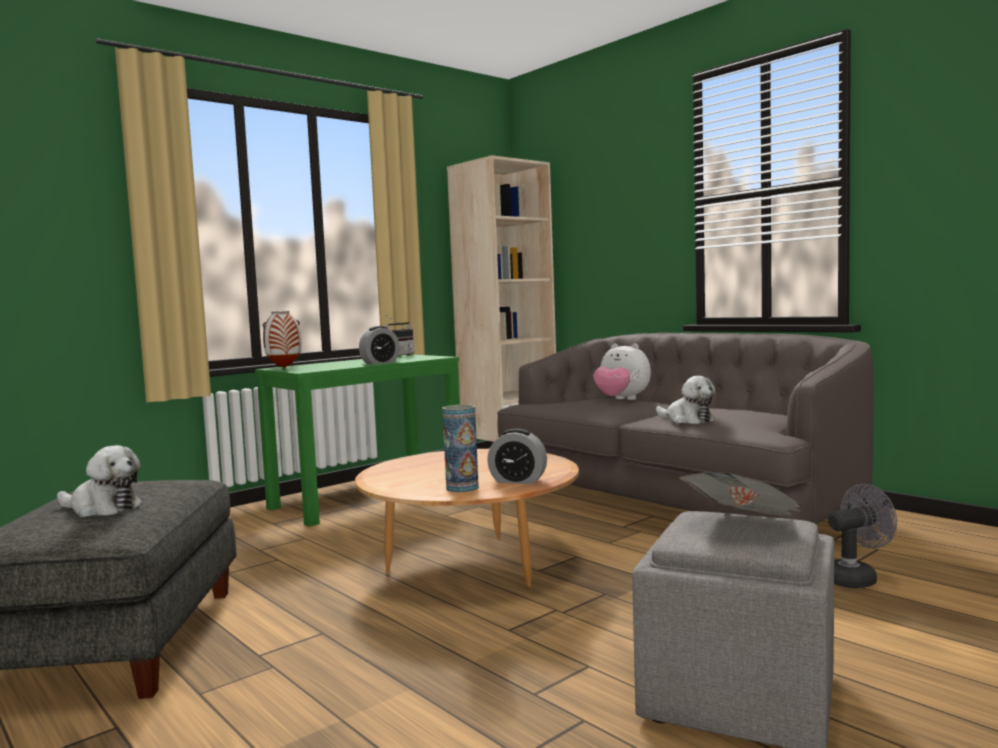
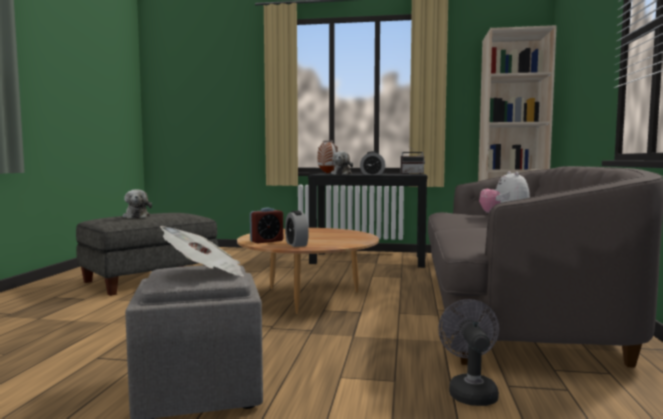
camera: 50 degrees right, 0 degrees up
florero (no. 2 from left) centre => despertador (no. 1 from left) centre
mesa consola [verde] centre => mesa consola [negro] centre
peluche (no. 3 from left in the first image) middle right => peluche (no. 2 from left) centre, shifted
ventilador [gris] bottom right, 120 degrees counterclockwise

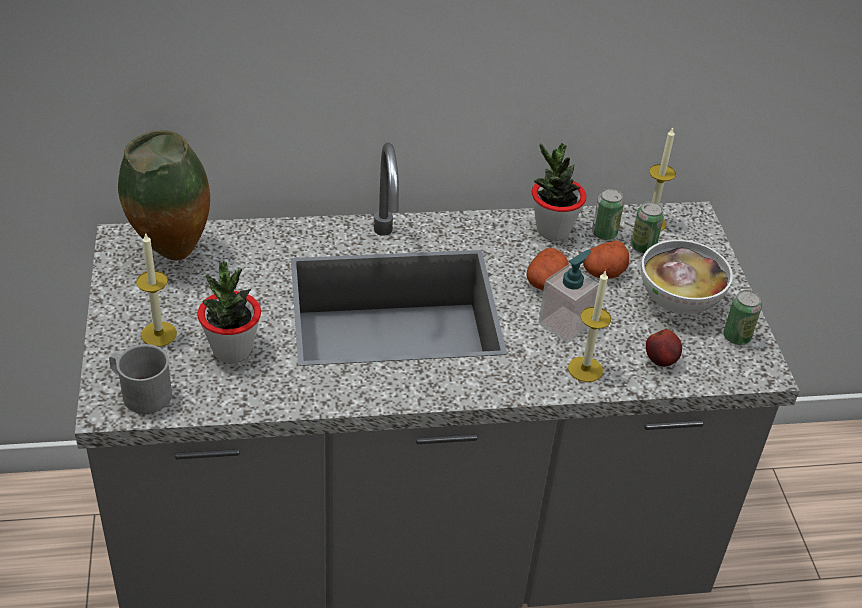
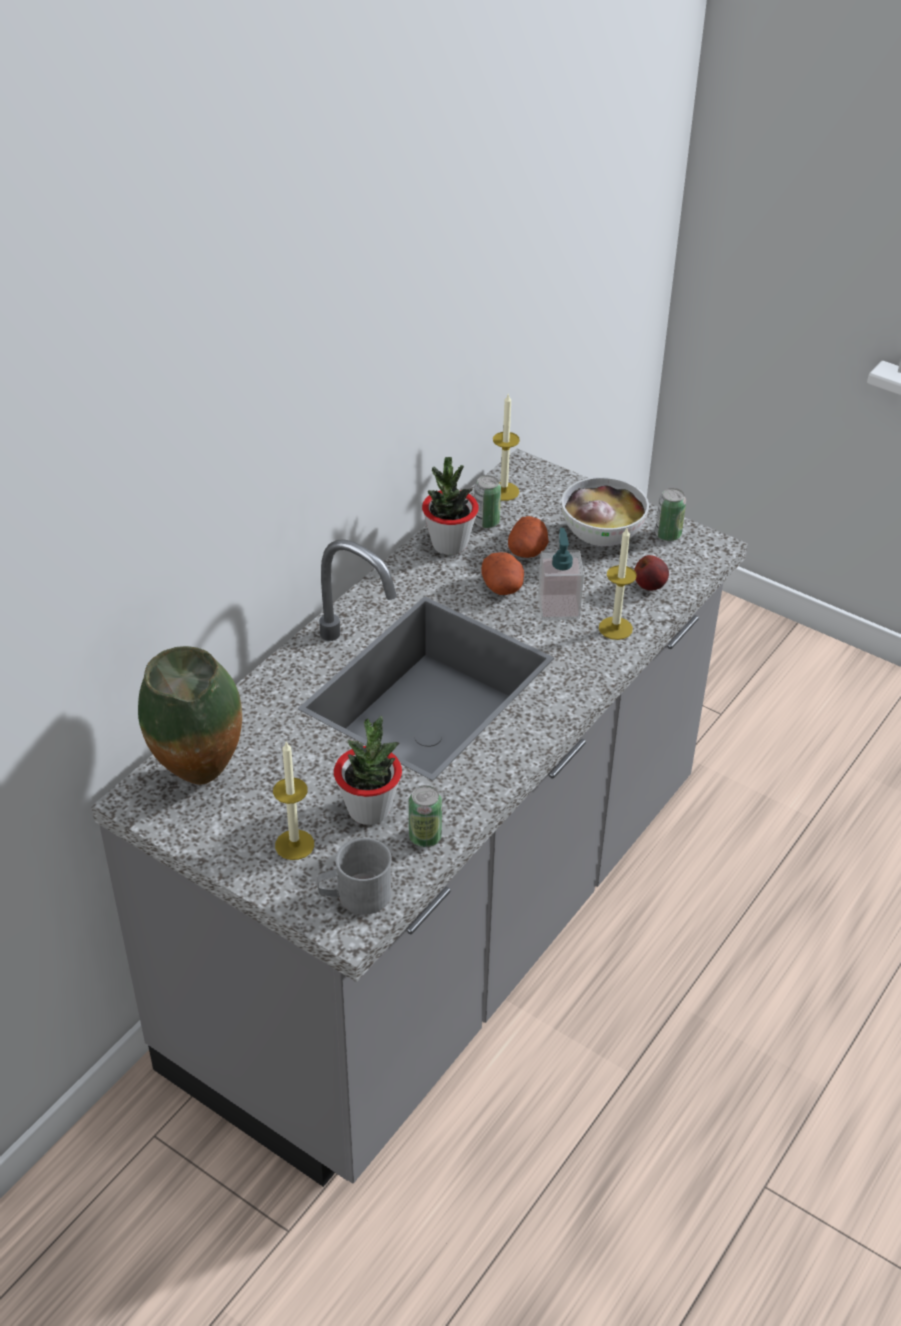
camera: 45 degrees left, 0 degrees up
lata (no. 2 from left in the first image) middle right => lata (no. 1 from left) centre, shifted

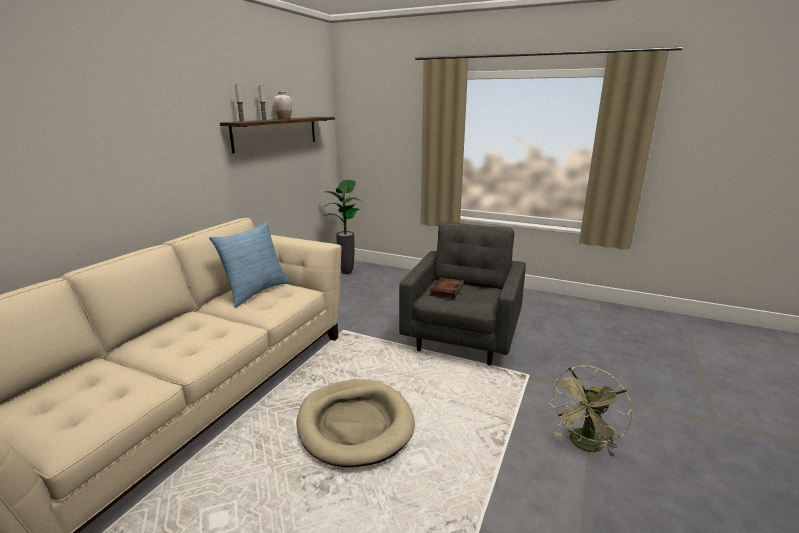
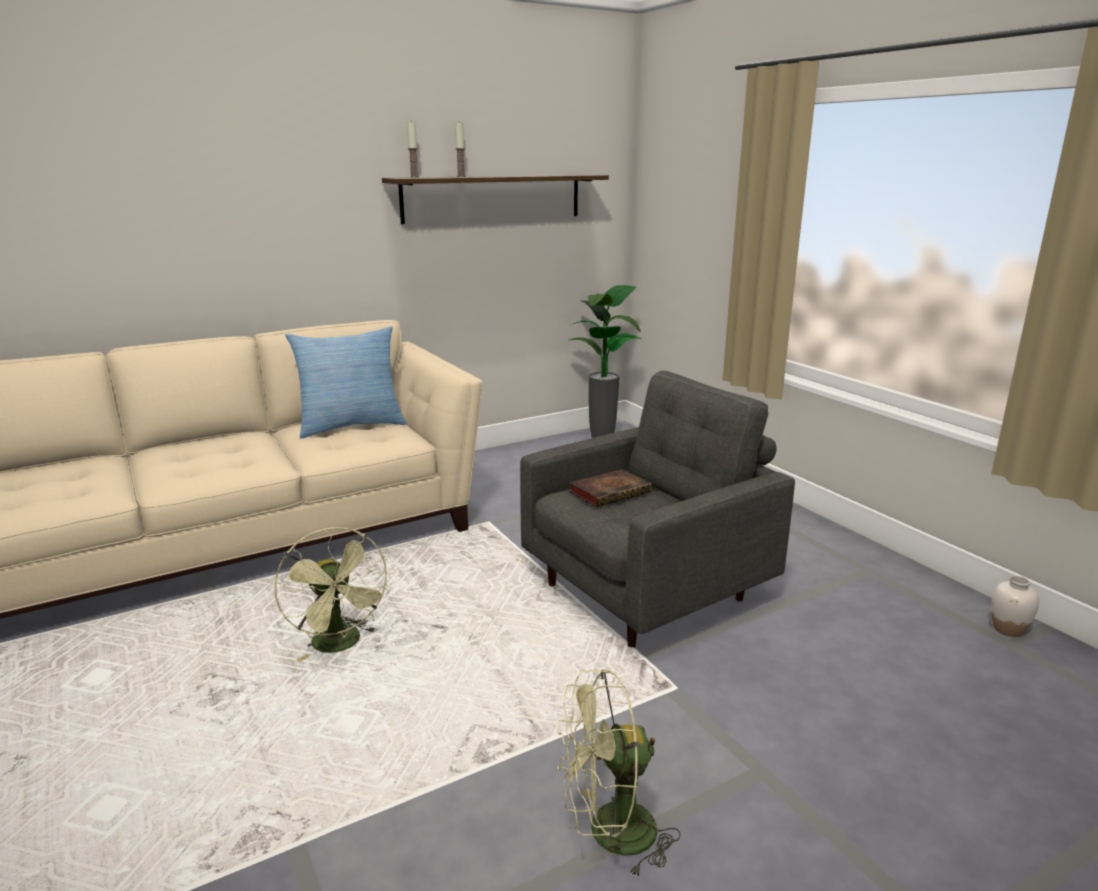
camera: 35 degrees right, 0 degrees up
cama para perro [beis] bottom centre => ventilador [verde] (no. 1 from left) bottom left
florero [blanco] top centre => florero [blanco] bottom right, shifted

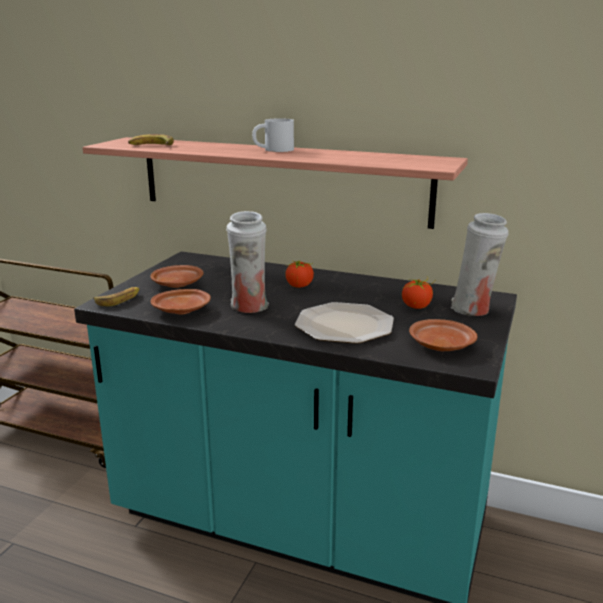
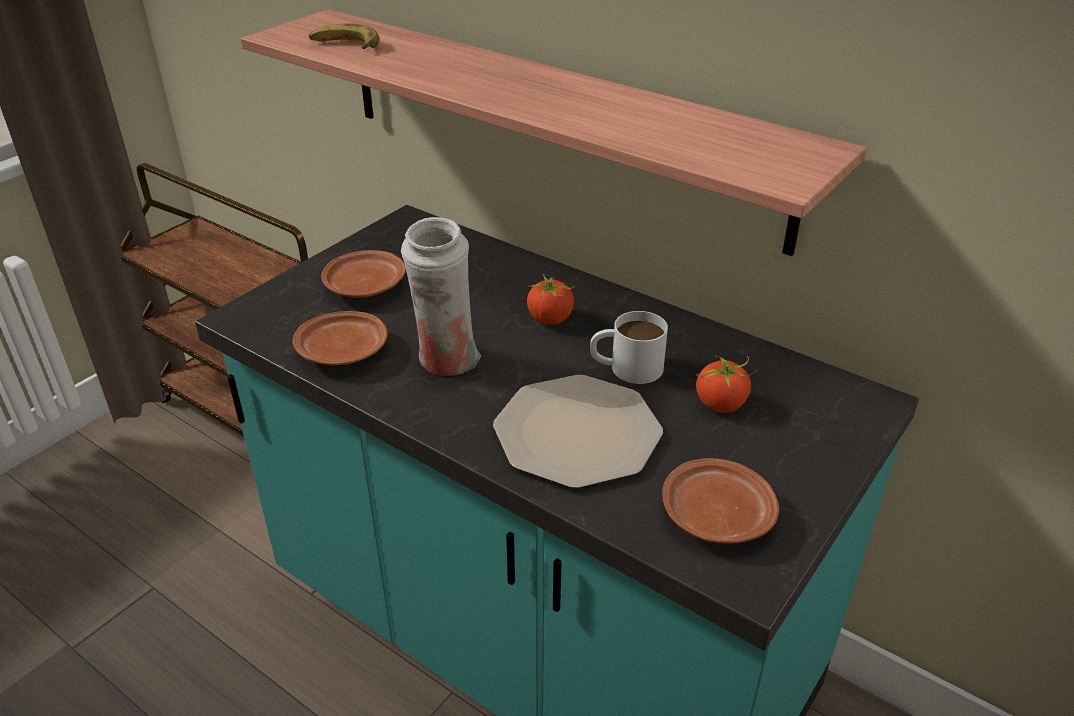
camera: 15 degrees right, 15 degrees up
taza grande [blanco] top centre => taza grande [blanco] centre, shifted
plátano (no. 1 from left) middle left => nothing
florero [blanco] (no. 2 from left) middle right => nothing

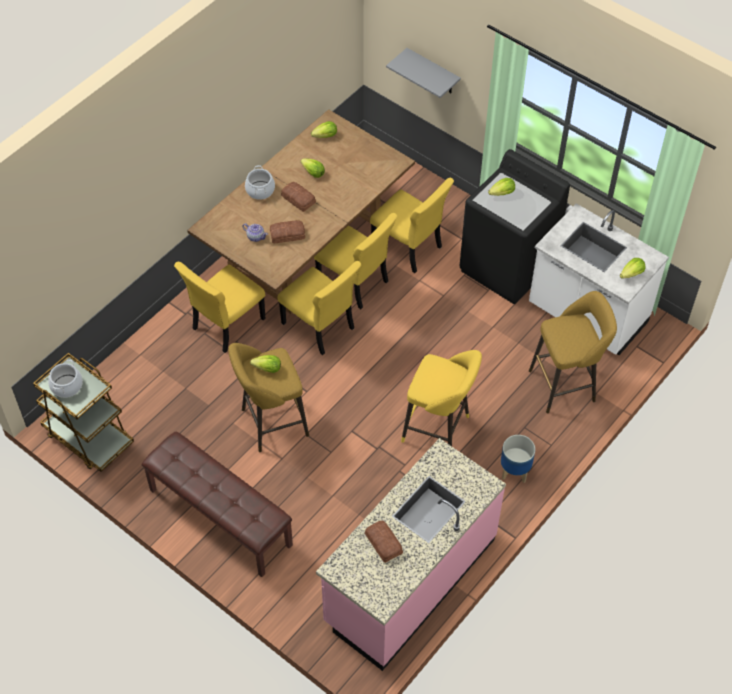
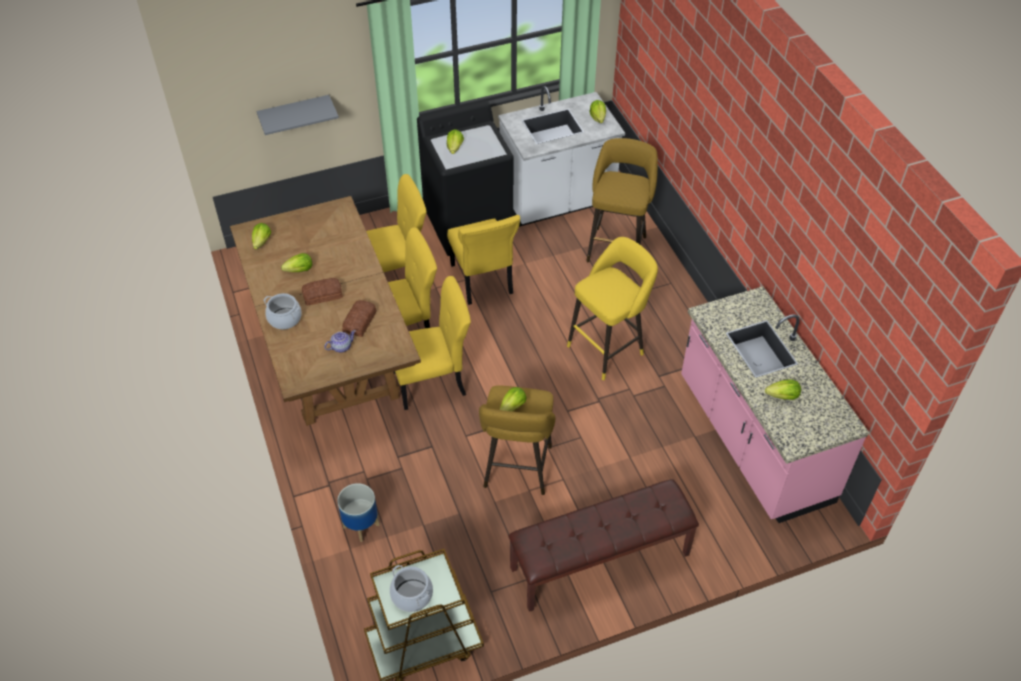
camera: 60 degrees left, 5 degrees down
maceta middle right => maceta bottom centre, shifted
silla [amarillo] (no. 1 from left in the first image) middle left => silla [amarillo] (no. 4 from left) centre, shifted
pan (no. 3 from left) bottom centre => lechuga (no. 6 from left) middle right

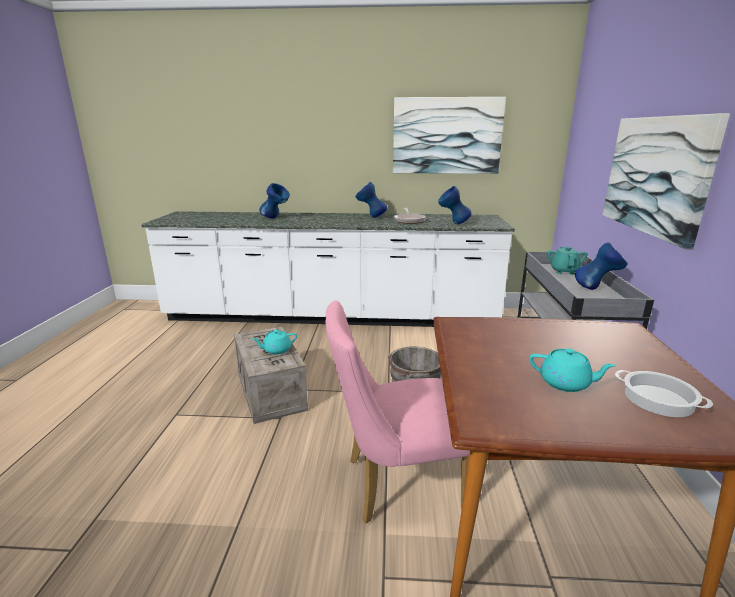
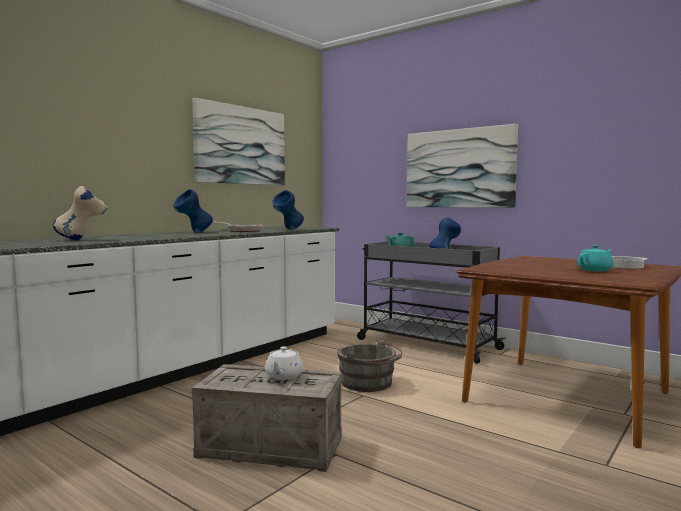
camera: 55 degrees left, 15 degrees down
florero [azul] (no. 1 from left) centre => florero [beis] middle left
tetera [turquesa] (no. 1 from left) centre => tetera [blanco] bottom centre
silla [rosa] bottom centre => nothing

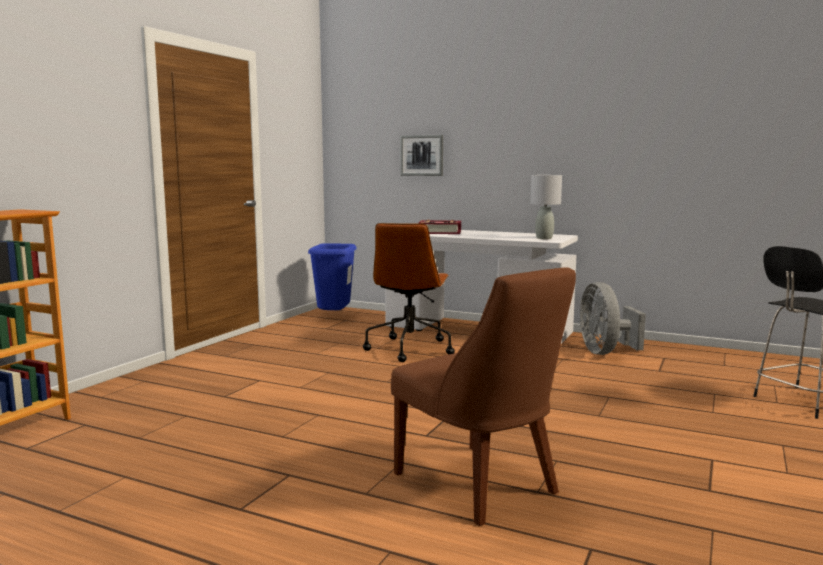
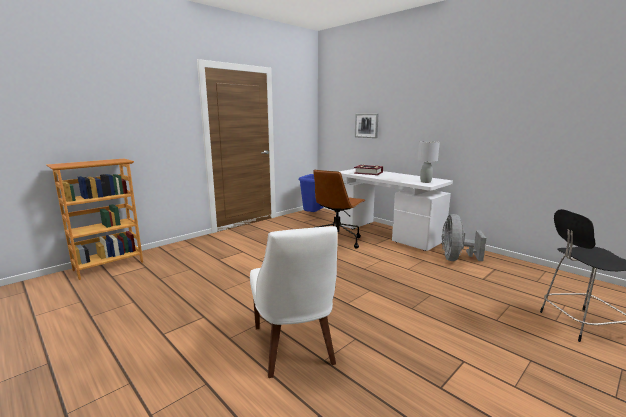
camera: 20 degrees right, 5 degrees up
silla [marrón] bottom centre => silla [blanco] bottom centre

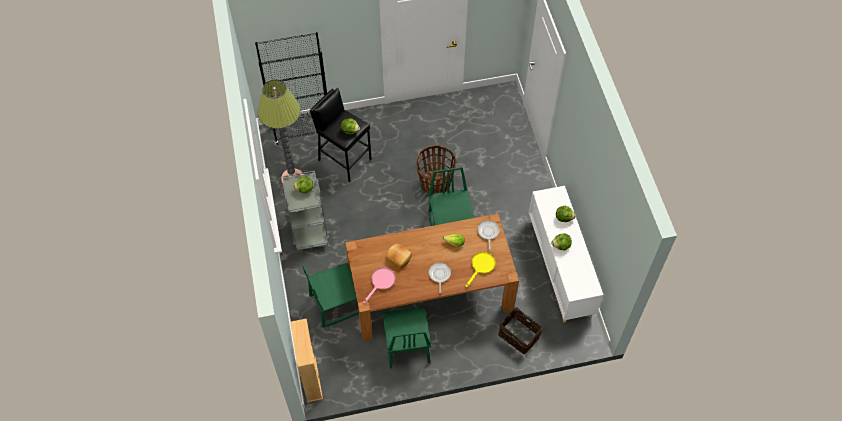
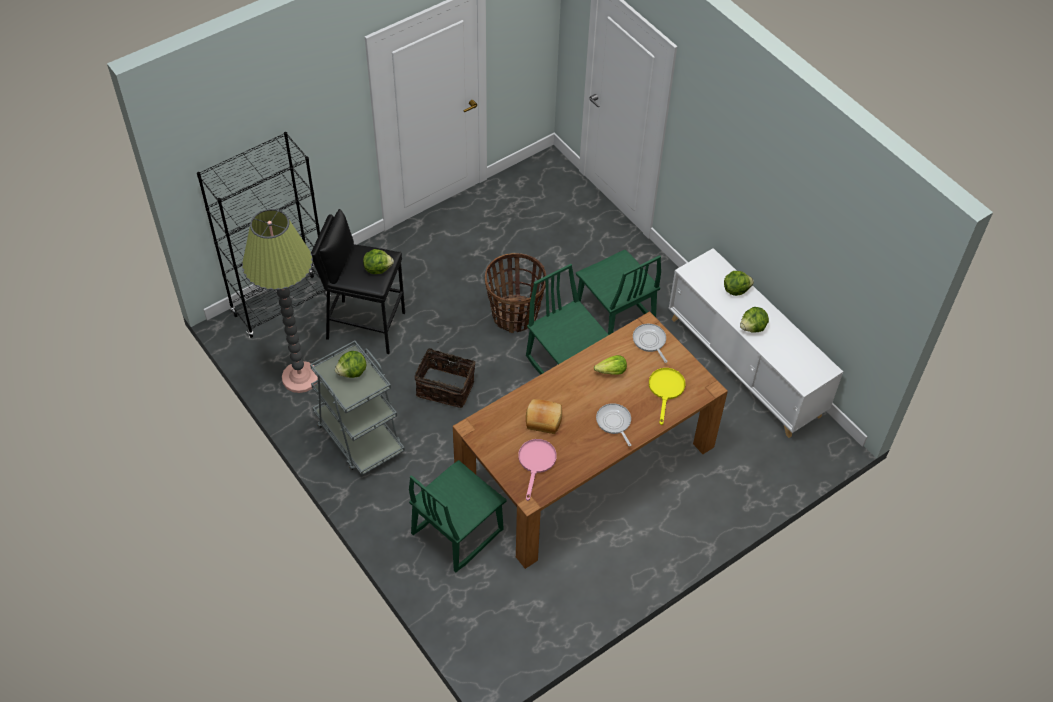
camera: 25 degrees left, 5 degrees down
cesta (no. 2 from left in the first image) bottom centre => cesta (no. 1 from left) centre, shifted
silla [verde] (no. 2 from left in the first image) bottom centre => silla [verde] (no. 3 from left) centre, shifted
estantería [beis] bottom centre => nothing

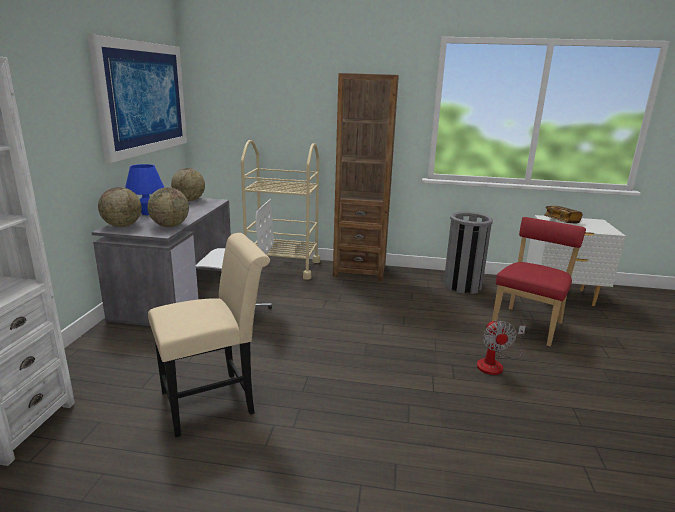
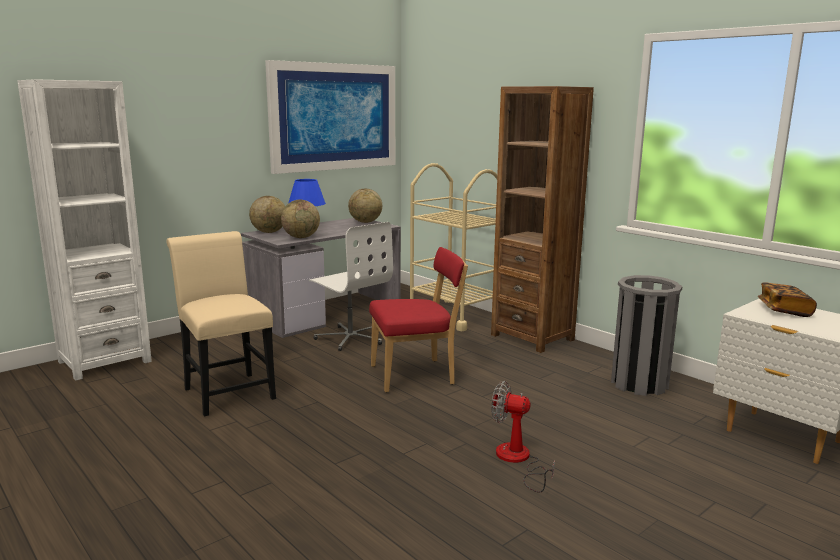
camera: 40 degrees right, 5 degrees down
silla [beis] middle left, 135 degrees counterclockwise
silla [rojo] middle right => silla [rojo] centre, shifted
ventilador bottom right => ventilador bottom centre, 75 degrees clockwise

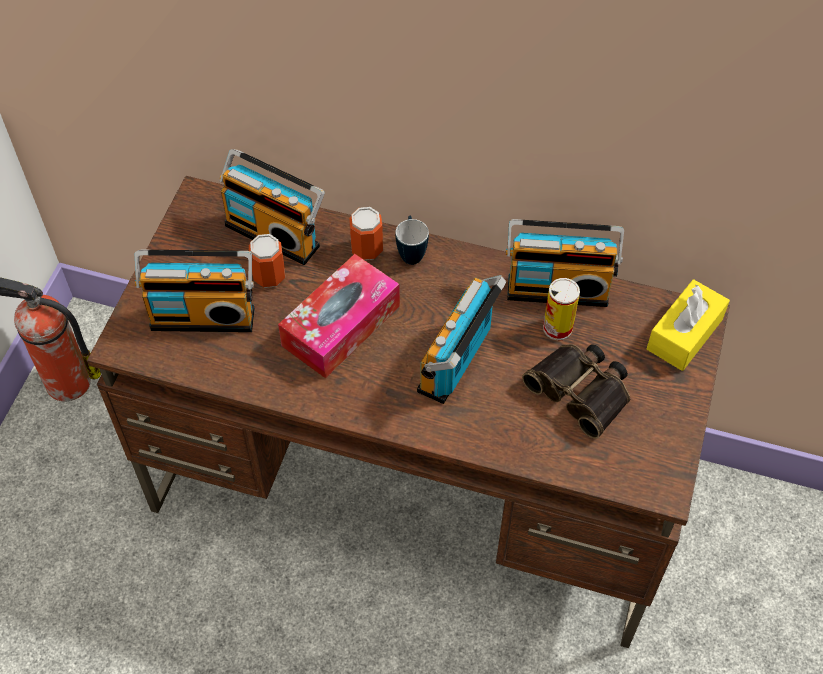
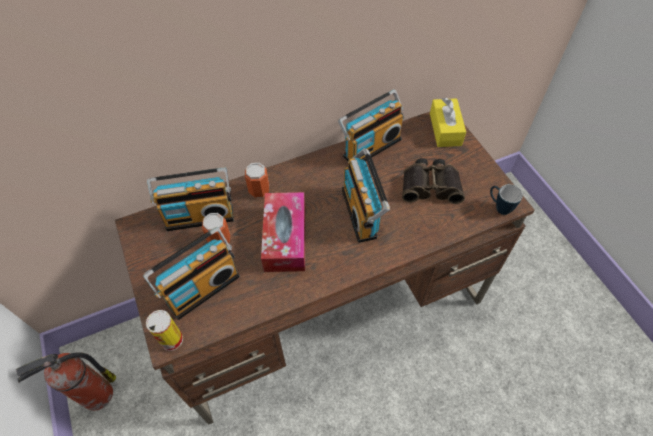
camera: 40 degrees left, 0 degrees up
lata (no. 3 from left in the first image) middle right => lata (no. 1 from left) bottom left, shifted
taza grande centre => taza grande middle right, shifted

